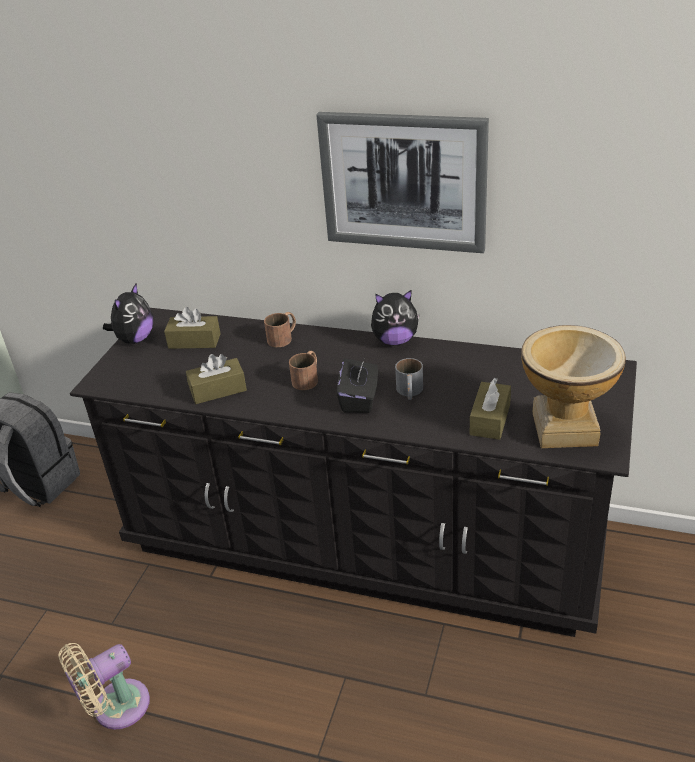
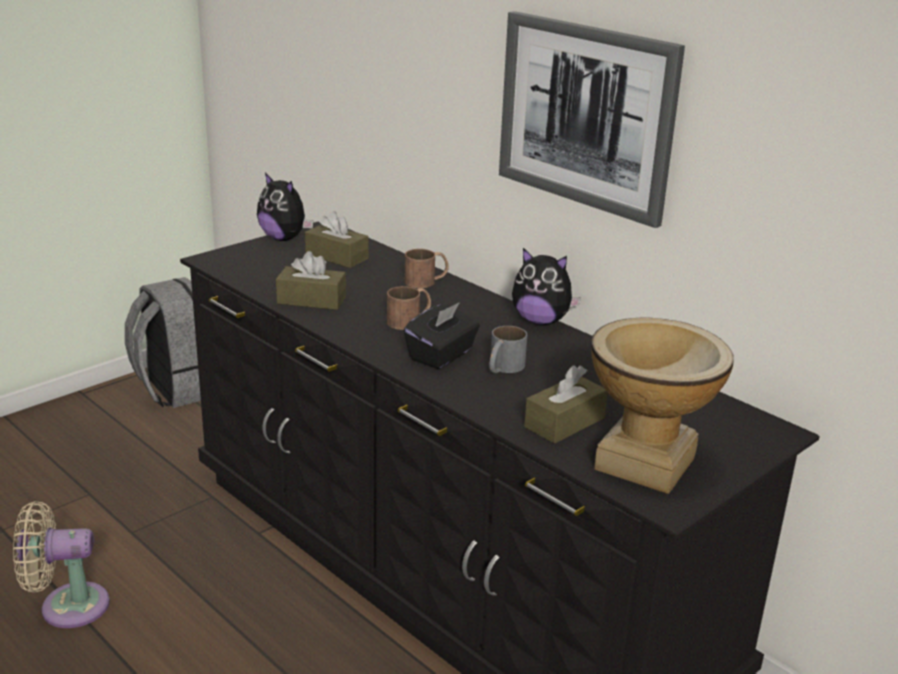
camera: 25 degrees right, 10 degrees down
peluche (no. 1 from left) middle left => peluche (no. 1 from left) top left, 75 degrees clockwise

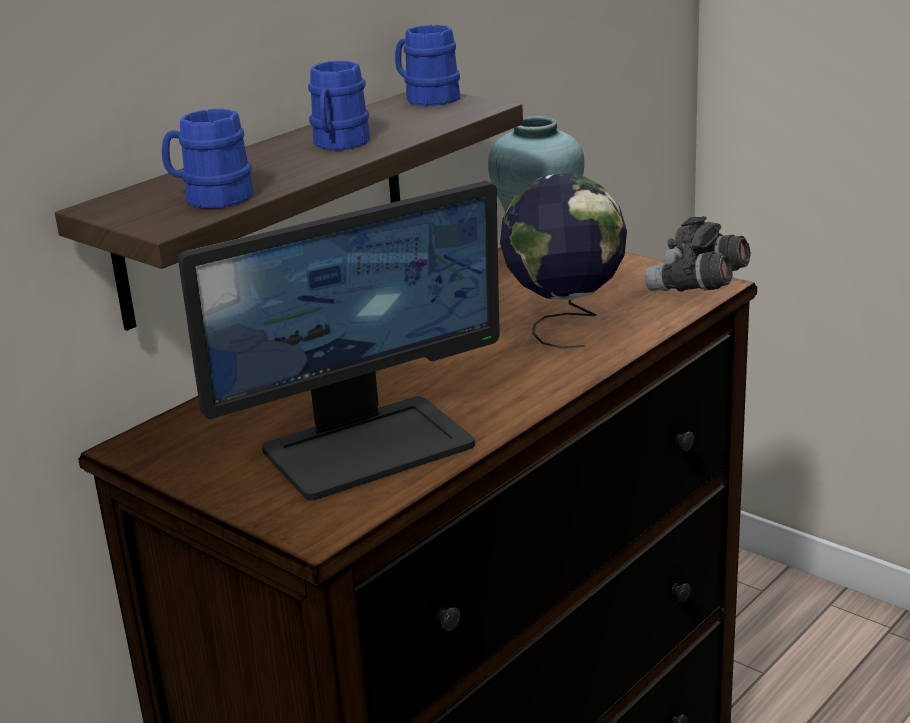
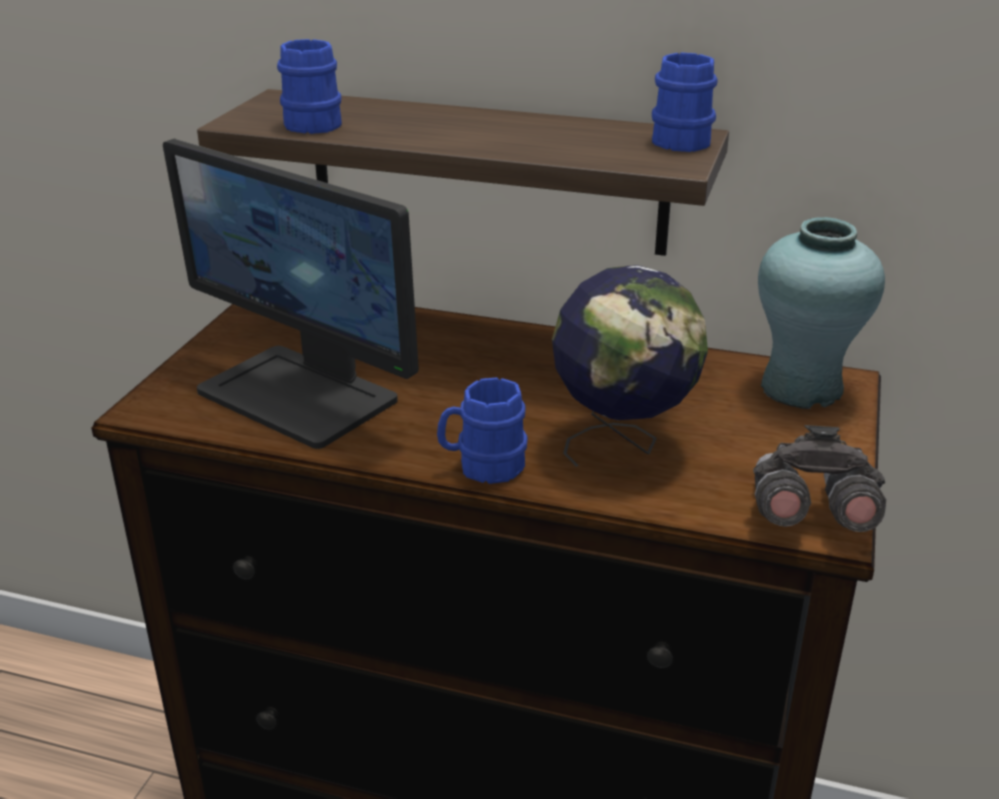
camera: 65 degrees right, 5 degrees up
taza grande [azul] (no. 2 from left) top centre => taza grande [azul] (no. 2 from left) centre, shifted

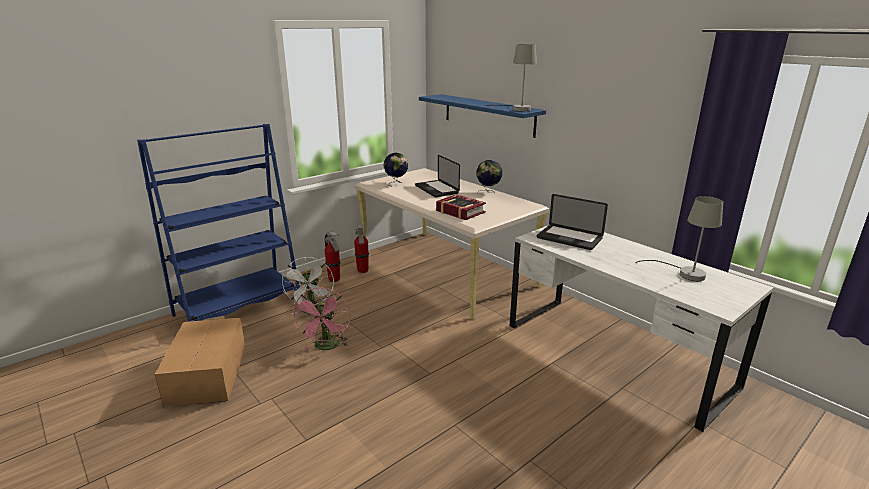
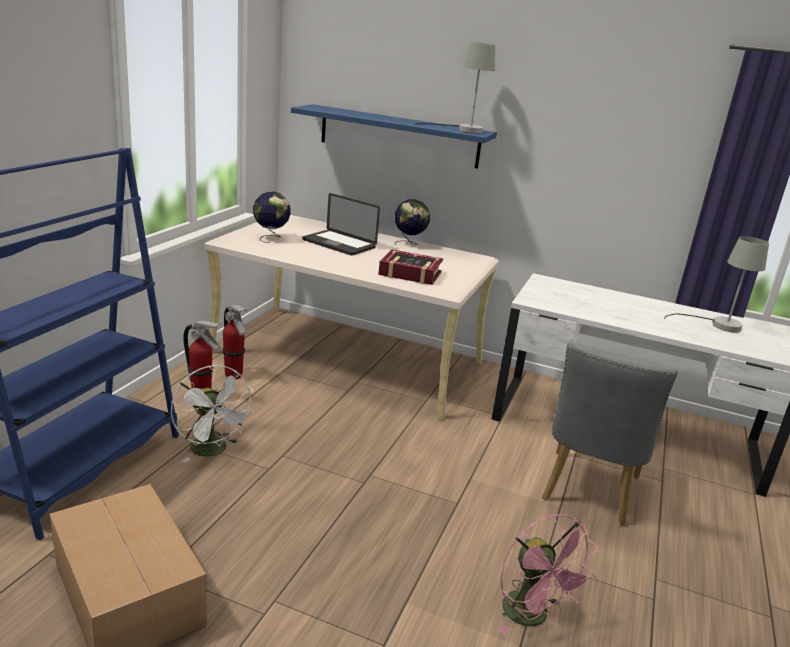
camera: 30 degrees left, 0 degrees up
ventilador [rosa] centre => ventilador [rosa] bottom right, shifted
nothing => silla [gris] bottom right
portátil (no. 2 from left) centre => nothing

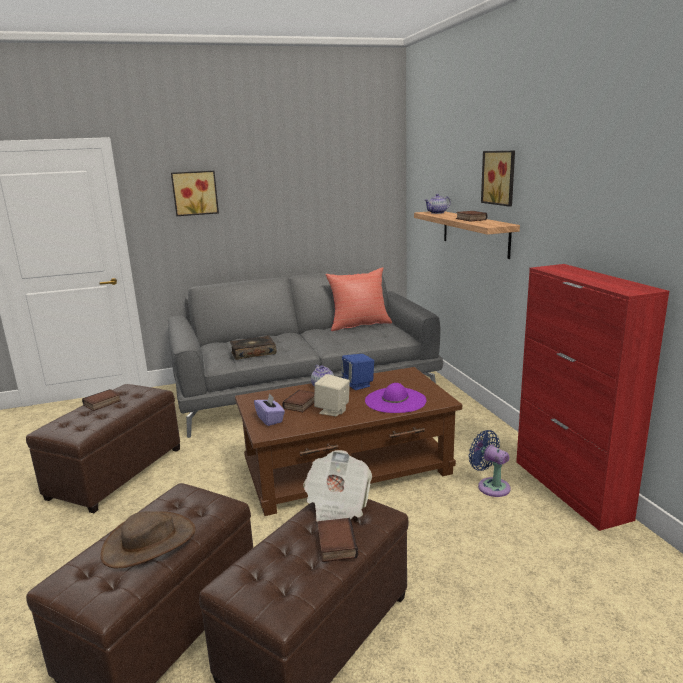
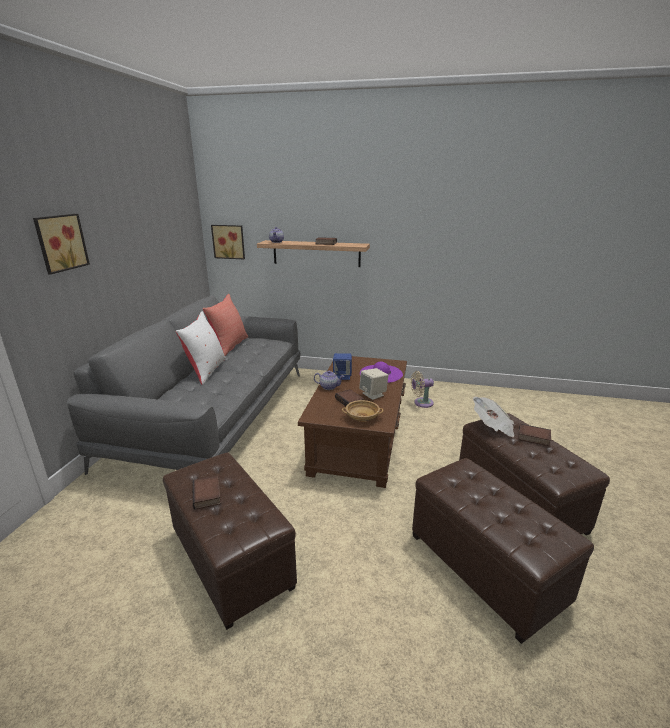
camera: 60 degrees left, 5 degrees up
nothing => cojín [blanco] middle left
cuadro (no. 2 from left) top right => cuadro (no. 2 from left) top centre, shifted
caja de pañuelos [morado] centre => cuenco [beis] centre
ventilador [azul] bottom right => ventilador [beis] centre
sombrero [marrón] bottom left => nothing
libro (no. 2 from left) centre => nothing
armario [rojo] middle right => nothing

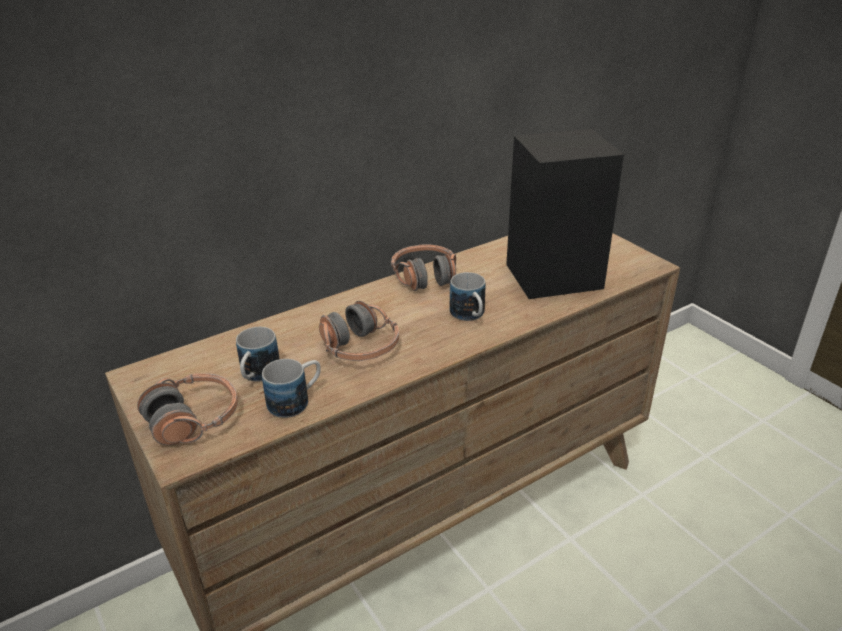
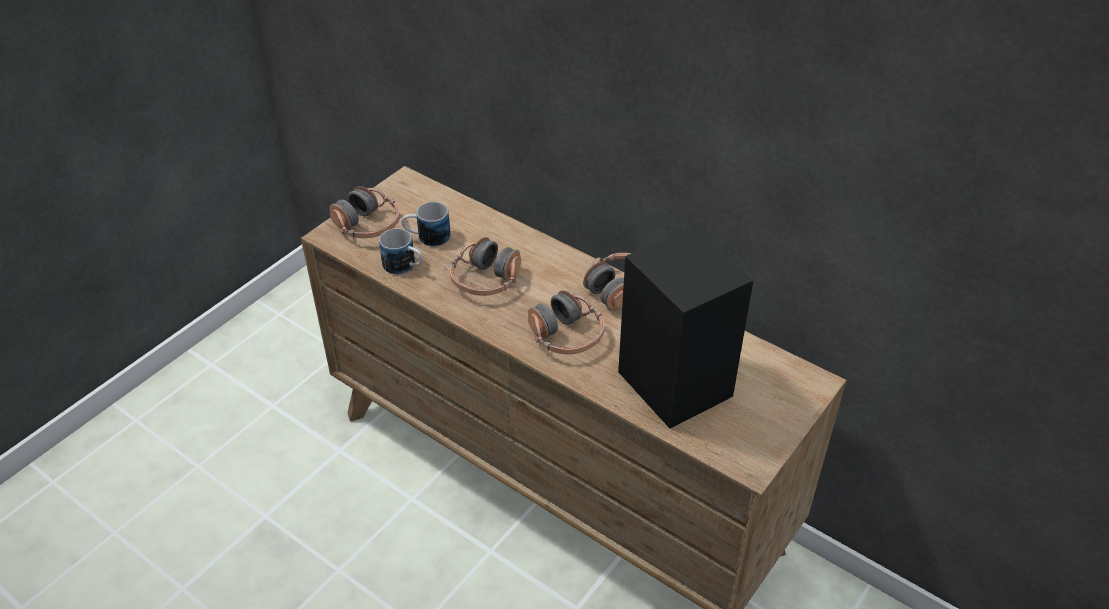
camera: 70 degrees right, 10 degrees up
taza grande (no. 3 from left) centre => auriculares (no. 3 from left) centre

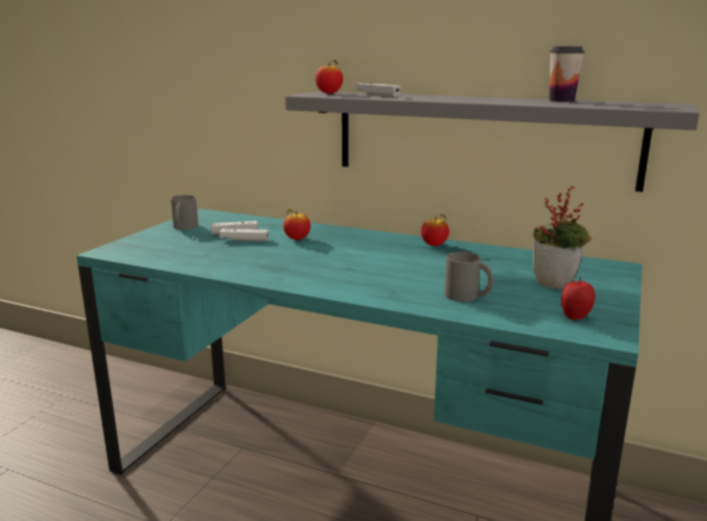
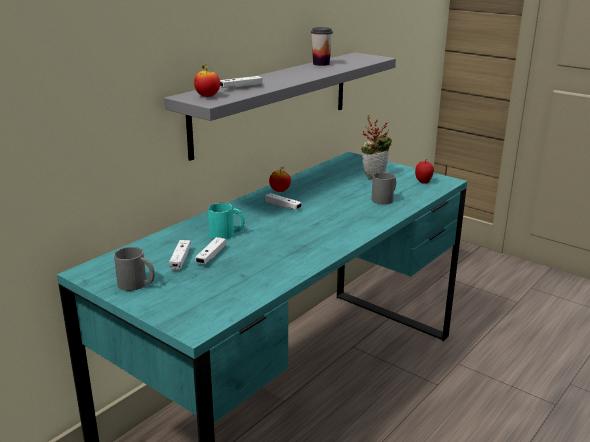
camera: 75 degrees left, 5 degrees up
manzana (no. 1 from left) centre => taza grande [turquesa] centre
nothing => mando de consola [blanco] (no. 4 from left) centre

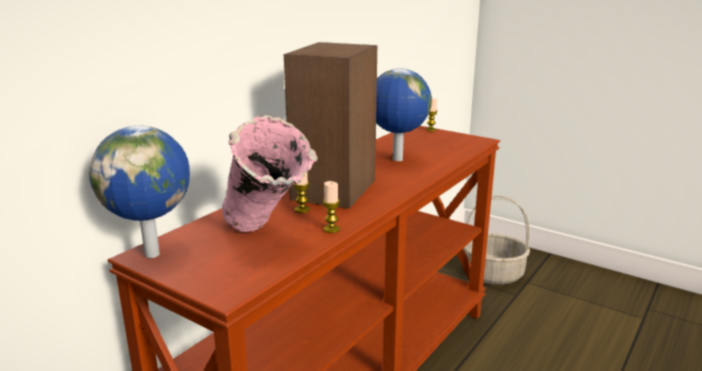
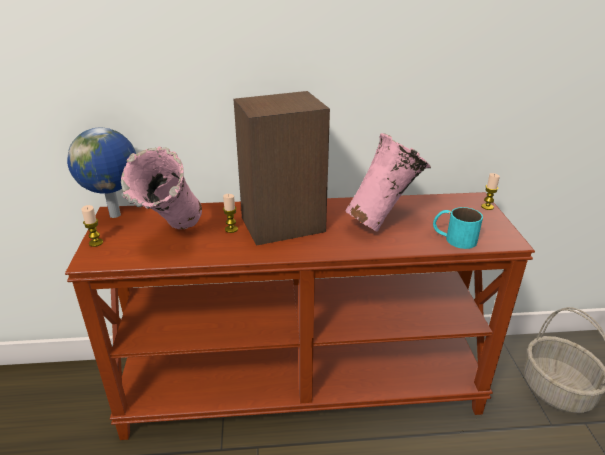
camera: 50 degrees right, 10 degrees up
vela (no. 2 from left in the first image) centre => vela (no. 1 from left) middle left, shifted
globo terráqueo (no. 2 from left) top centre => florero [rosa] (no. 2 from left) centre
nothing => taza grande [turquesa] middle right

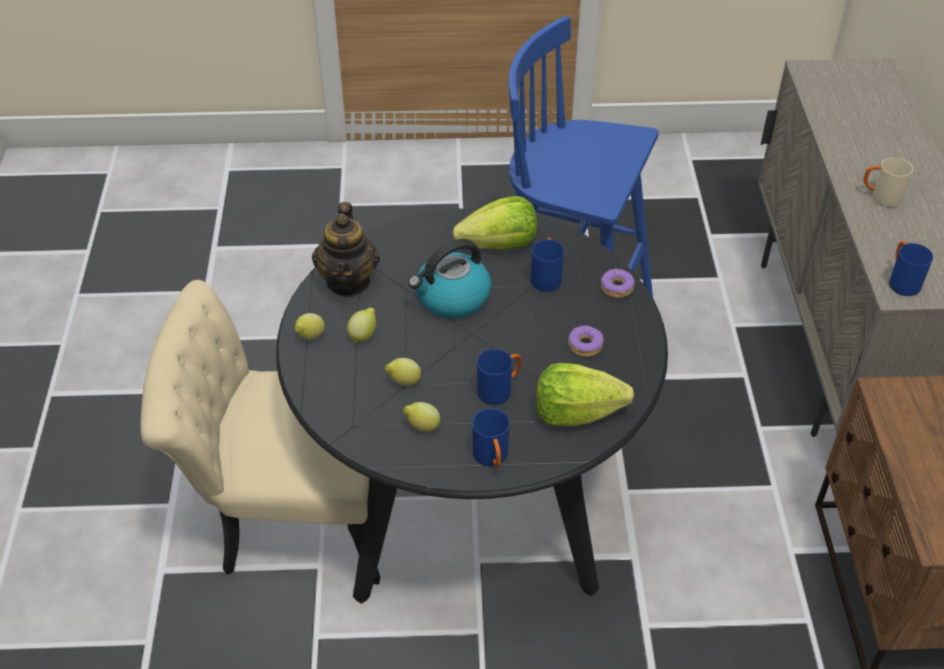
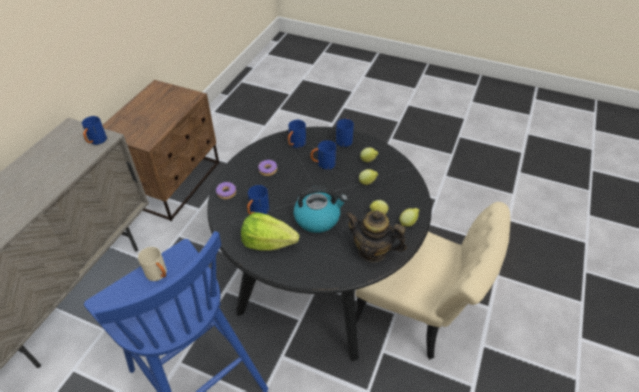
camera: 155 degrees left, 0 degrees up
taza grande [beis] top right => taza grande [beis] bottom left, shifted
lechuga (no. 2 from left) centre => taza grande [azul] (no. 3 from left) centre
tetera centre, 90 degrees counterclockwise

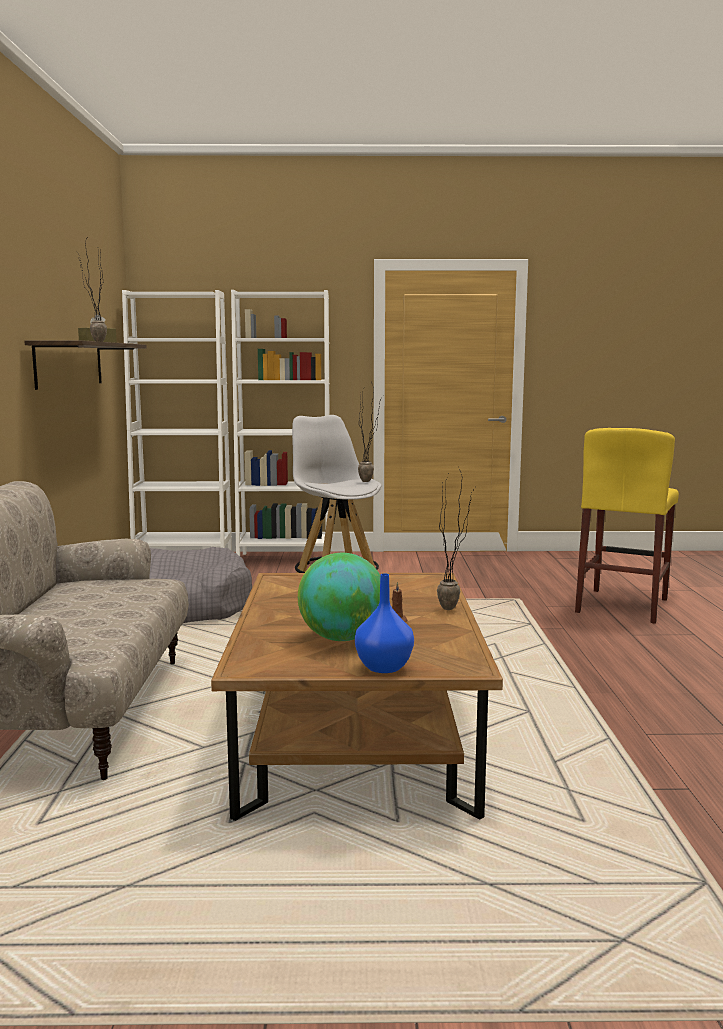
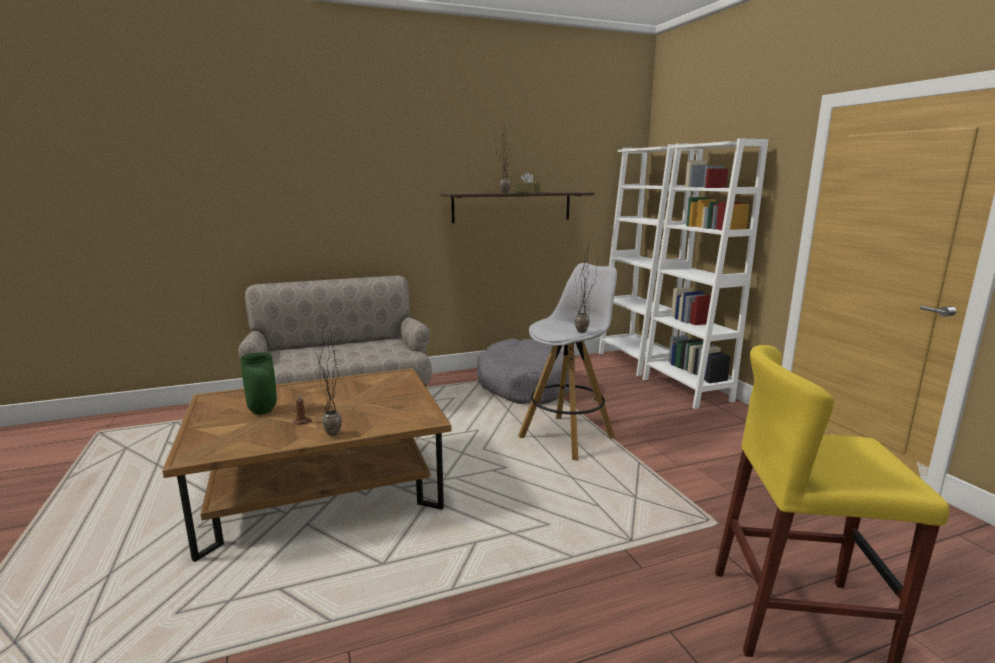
camera: 70 degrees right, 5 degrees up
globo terráqueo centre => florero [verde] middle left
florero [azul] centre => nothing

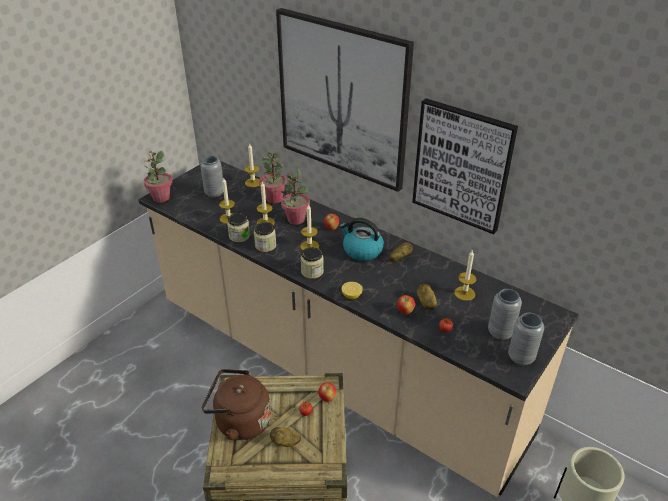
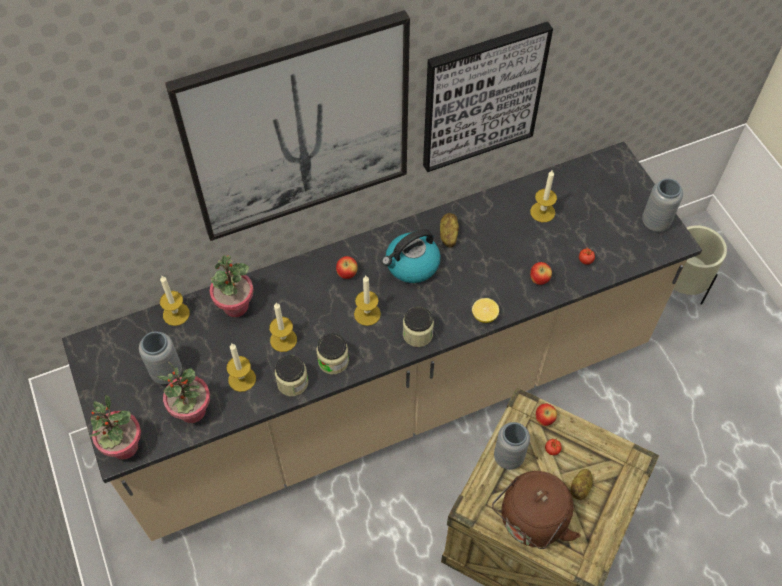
camera: 60 degrees left, 20 degrees up
planta en maceta (no. 3 from left in the first image) centre => planta en maceta (no. 2 from left) bottom left, shifted
florero [gris] (no. 2 from left) middle right => florero [gris] (no. 2 from left) bottom centre, shifted
patata (no. 3 from left) centre => nothing

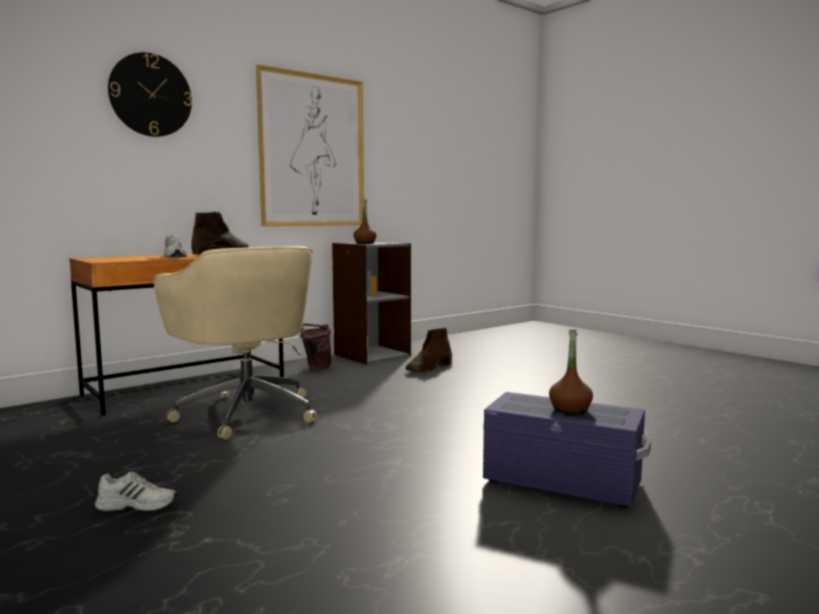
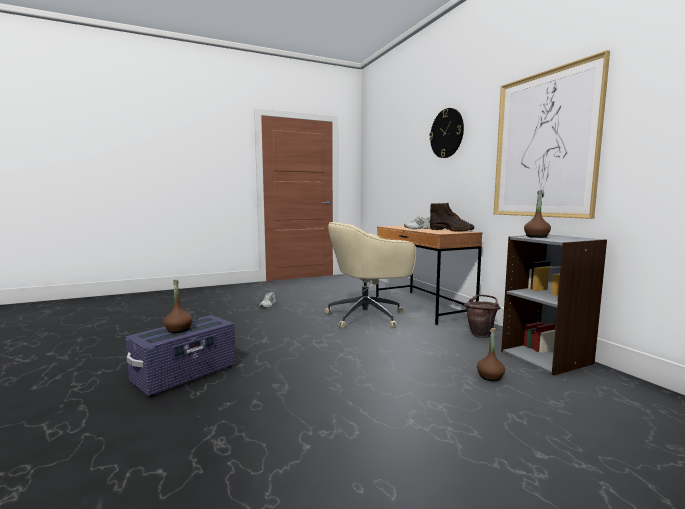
camera: 105 degrees right, 0 degrees up
bota [marrón] (no. 2 from left) centre => botella [marrón] (no. 2 from left) bottom right

